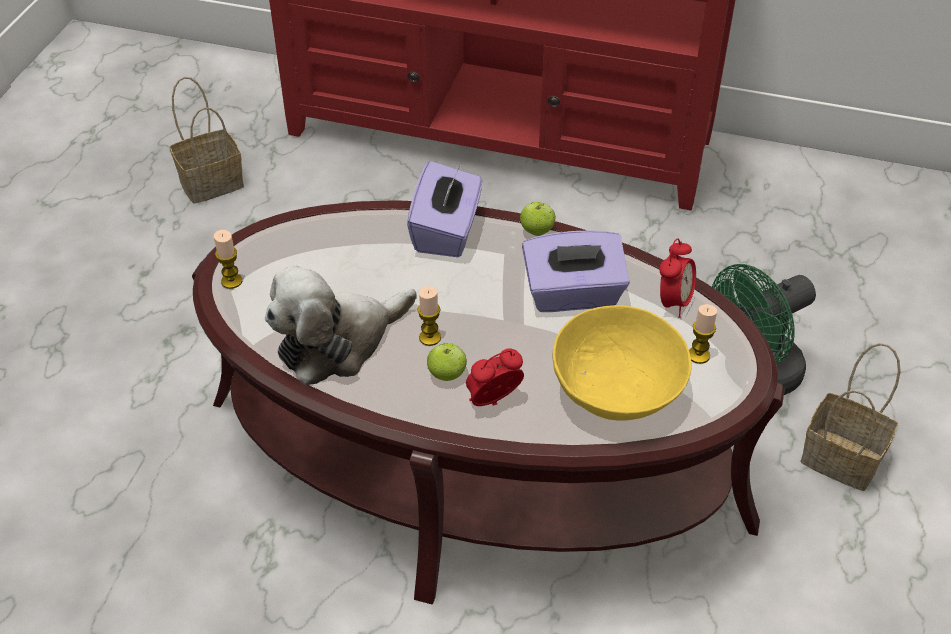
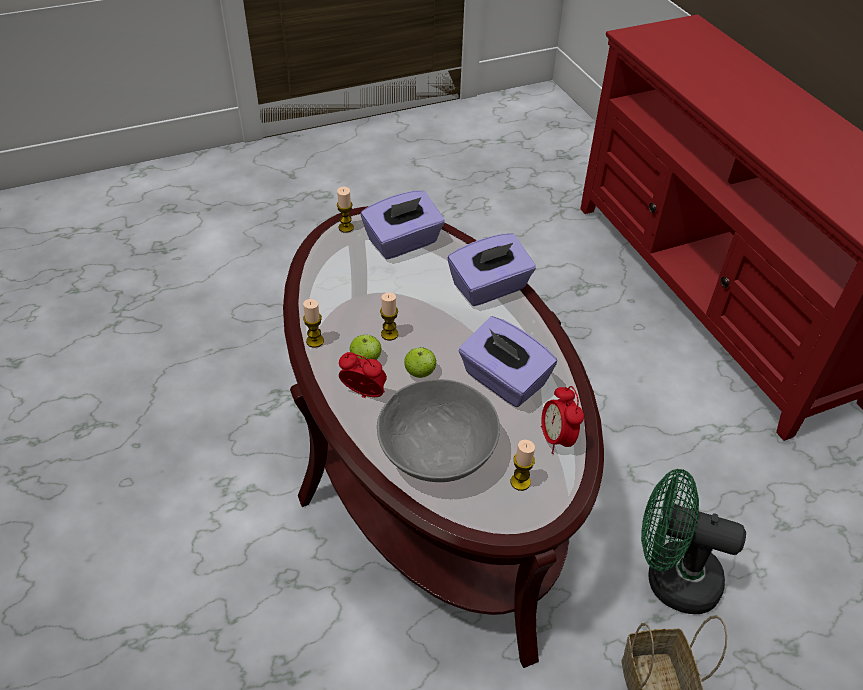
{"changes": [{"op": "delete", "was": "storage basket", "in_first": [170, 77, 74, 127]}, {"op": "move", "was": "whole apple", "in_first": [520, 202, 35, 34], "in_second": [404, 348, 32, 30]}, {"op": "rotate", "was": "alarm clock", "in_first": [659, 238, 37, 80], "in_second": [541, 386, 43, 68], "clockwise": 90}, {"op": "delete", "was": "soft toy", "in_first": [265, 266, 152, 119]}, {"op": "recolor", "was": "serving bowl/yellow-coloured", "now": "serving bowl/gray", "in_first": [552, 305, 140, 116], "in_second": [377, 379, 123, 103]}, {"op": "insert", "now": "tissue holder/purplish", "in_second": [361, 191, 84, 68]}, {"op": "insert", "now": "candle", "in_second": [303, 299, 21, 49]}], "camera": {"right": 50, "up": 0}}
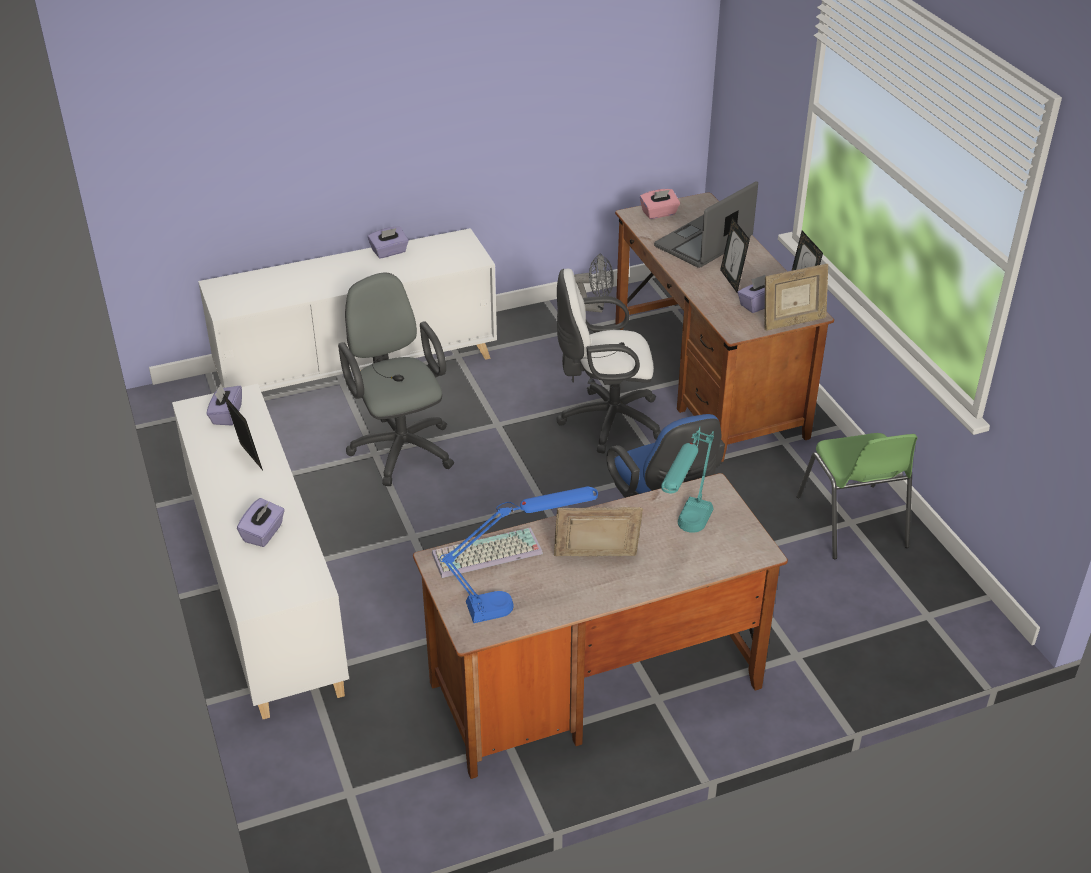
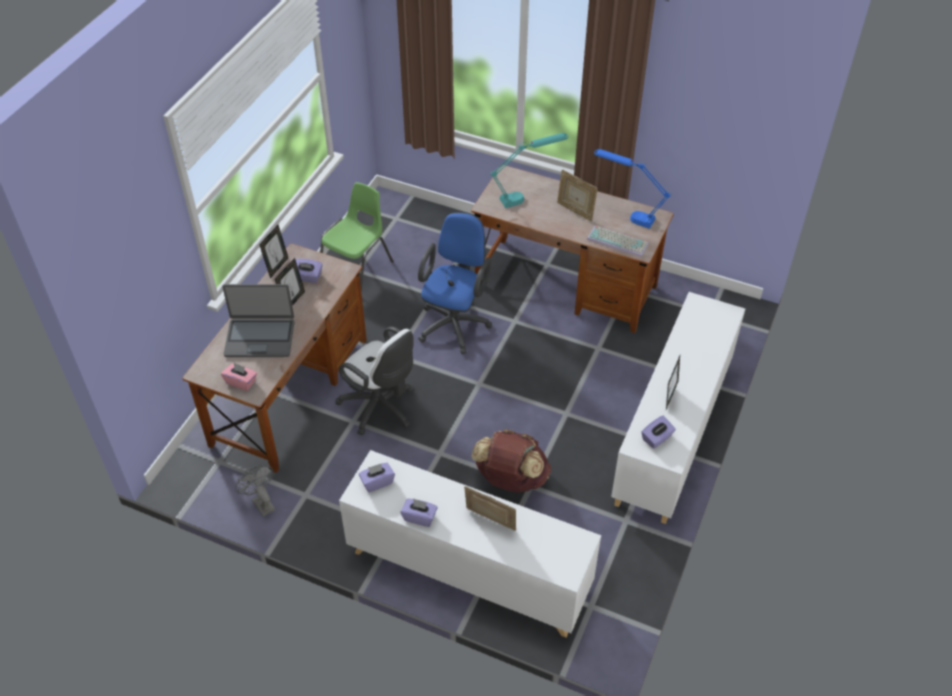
{"changes": [{"op": "move", "was": "standing frame", "in_first": [764, 264, 64, 67], "in_second": [464, 486, 52, 45]}, {"op": "replace", "was": "computer chair/gray", "now": "rucksack/brown", "in_first": [338, 273, 116, 213], "in_second": [471, 429, 80, 64]}, {"op": "move", "was": "tissue holder/purplish", "in_first": [237, 498, 48, 49], "in_second": [359, 463, 36, 29]}], "camera": {"right": -135, "up": 10}}
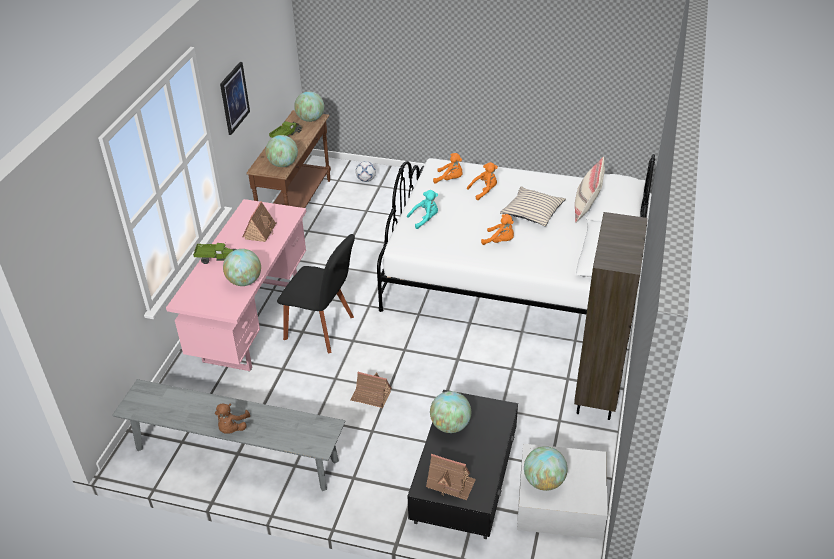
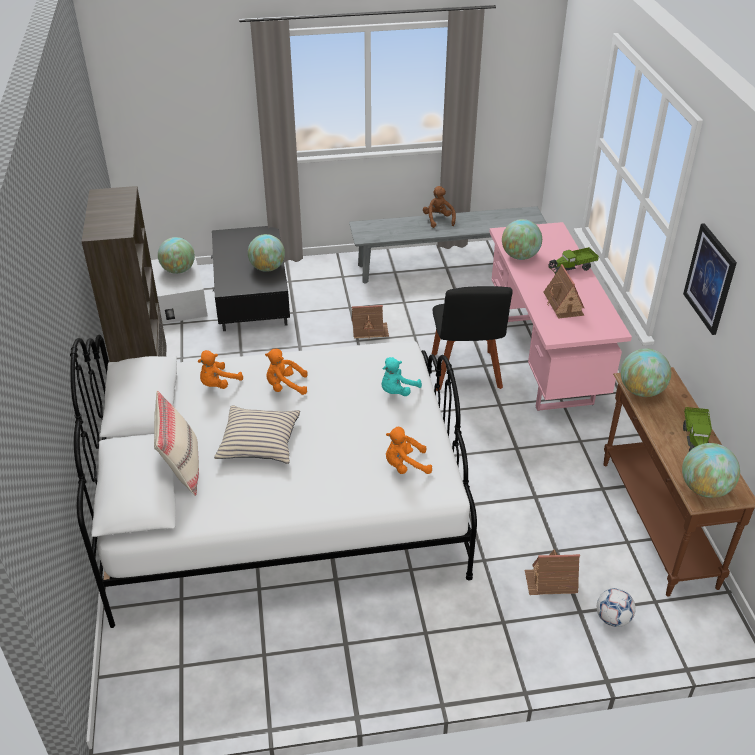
{"changes": [{"op": "move", "was": "soft toy/orange-coloured", "in_first": [467, 162, 31, 38], "in_second": [198, 350, 45, 39]}, {"op": "rotate", "was": "chair/black", "in_first": [277, 234, 78, 120], "in_second": [432, 286, 81, 105], "clockwise": -90}, {"op": "move", "was": "miniature house", "in_first": [426, 454, 50, 46], "in_second": [525, 549, 55, 46]}], "camera": {"right": 155, "up": 0}}
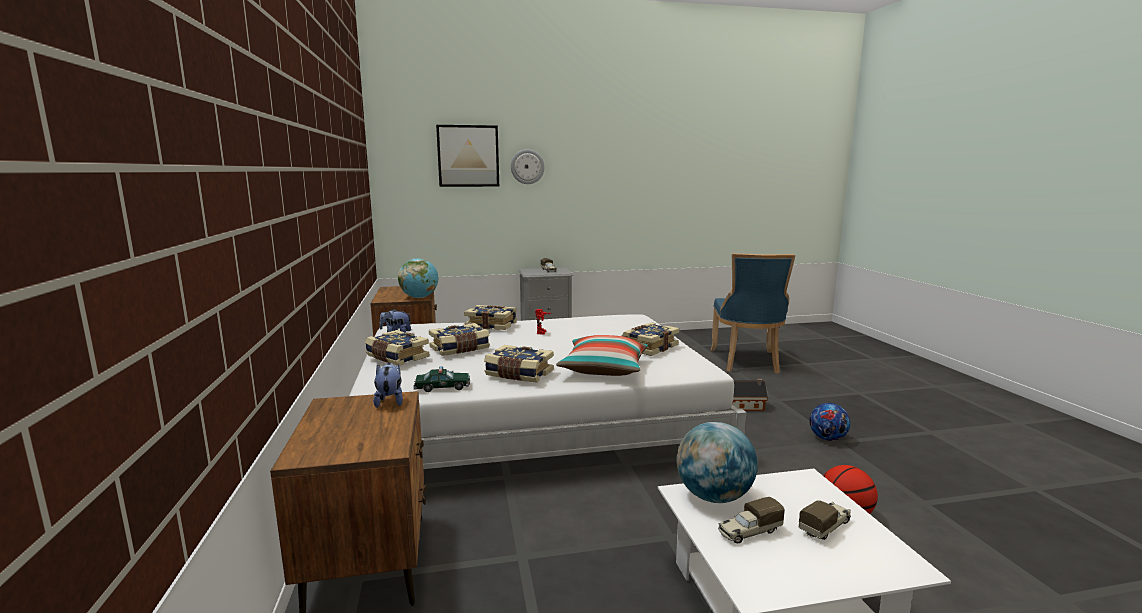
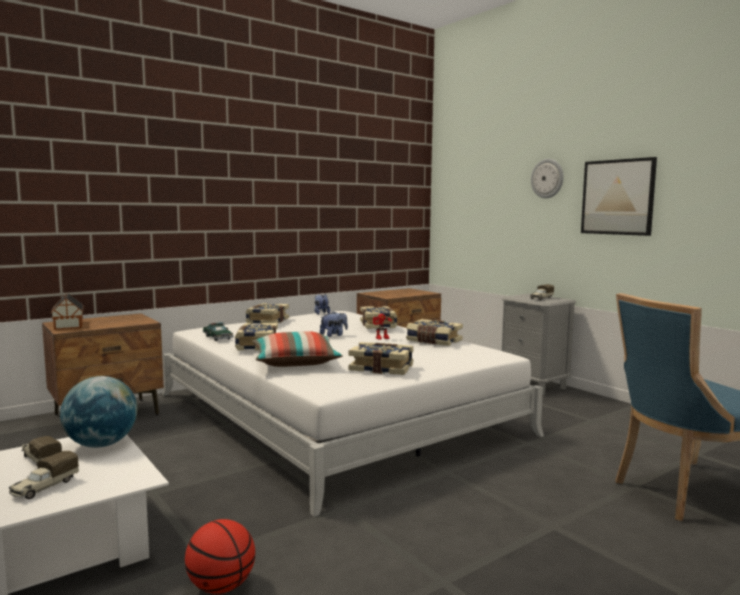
{"changes": [{"op": "move", "was": "picture", "in_first": [436, 125, 63, 62], "in_second": [581, 157, 76, 79]}, {"op": "delete", "was": "world globe", "in_first": [398, 258, 40, 40]}, {"op": "move", "was": "book", "in_first": [429, 323, 61, 33], "in_second": [406, 319, 57, 27]}, {"op": "move", "was": "soft toy", "in_first": [373, 362, 30, 46], "in_second": [320, 311, 28, 26]}, {"op": "move", "was": "miniature house", "in_first": [733, 379, 35, 32], "in_second": [50, 294, 34, 36]}, {"op": "delete", "was": "ball for football", "in_first": [809, 403, 41, 38]}, {"op": "rotate", "was": "toy truck", "in_first": [798, 501, 53, 39], "in_second": [9, 451, 70, 48], "clockwise": 90}], "camera": {"right": 65, "up": -5}}
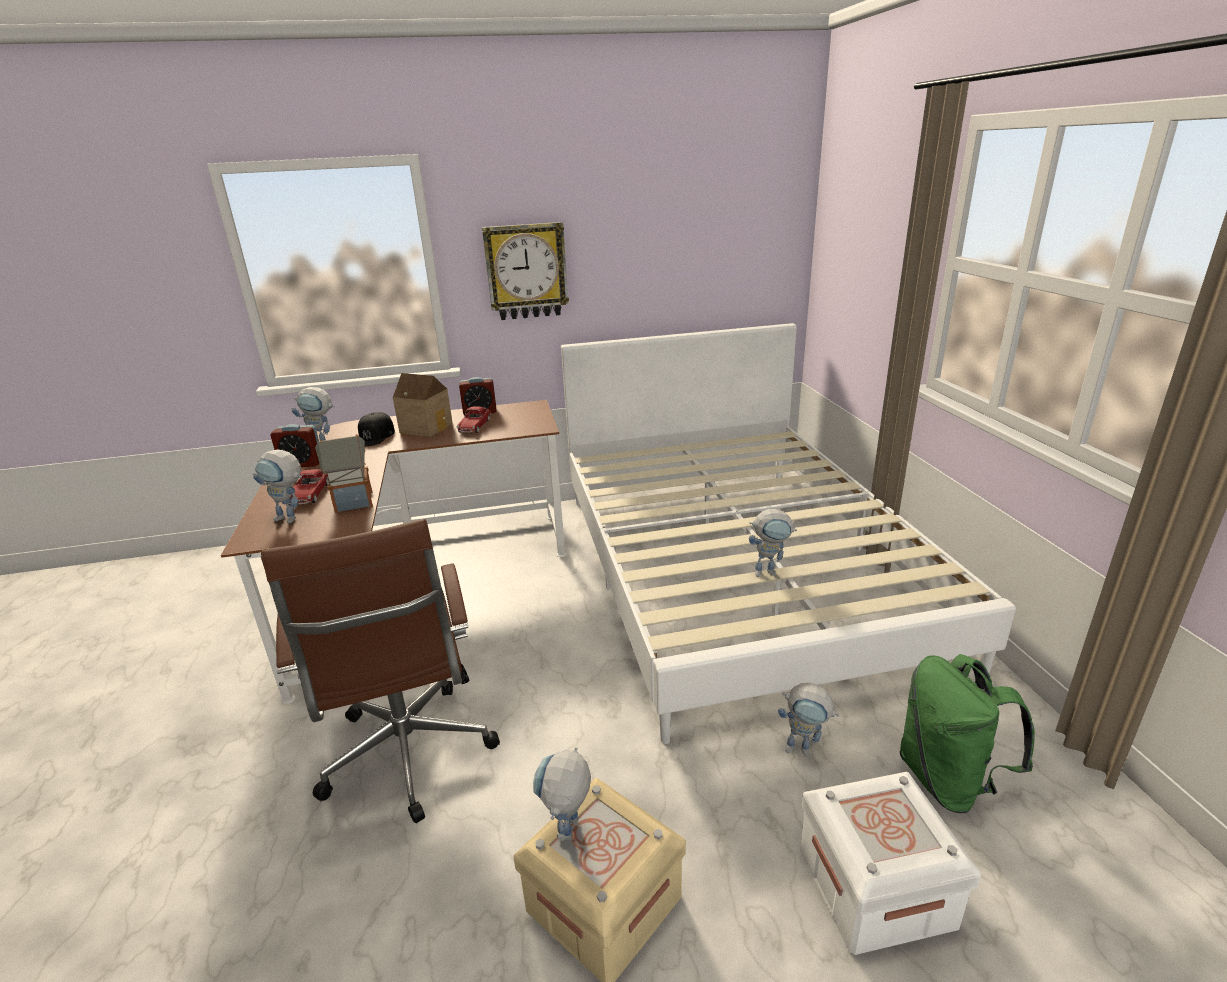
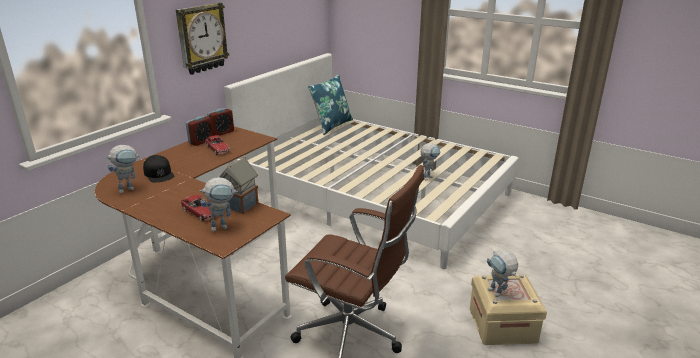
{"changes": [{"op": "delete", "was": "miniature house", "in_first": [393, 373, 60, 64]}, {"op": "move", "was": "alarm clock", "in_first": [270, 424, 49, 43], "in_second": [207, 108, 27, 28]}, {"op": "delete", "was": "rucksack/green", "in_first": [900, 654, 135, 159]}, {"op": "delete", "was": "robot figure", "in_first": [778, 683, 61, 74]}, {"op": "delete", "was": "storage box/white-coloured", "in_first": [800, 772, 181, 183]}, {"op": "insert", "now": "pillow/blue-coloured", "in_second": [308, 74, 45, 61]}], "camera": {"right": -45, "up": 0}}
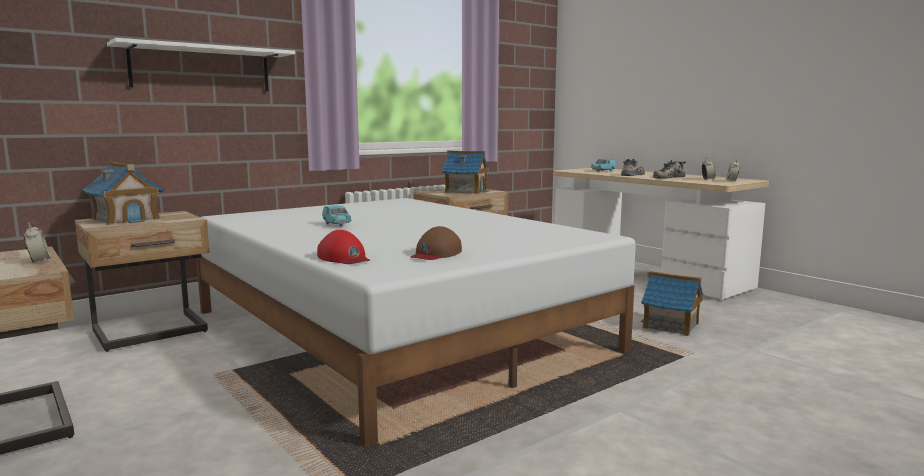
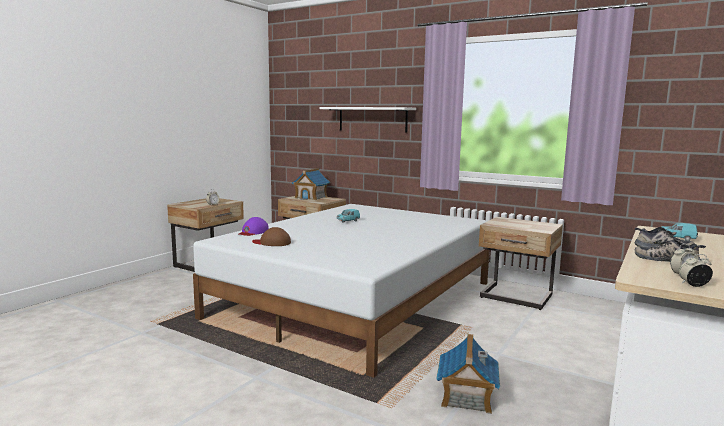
{"changes": [{"op": "delete", "was": "miniature house", "in_first": [442, 150, 47, 44]}, {"op": "recolor", "was": "cap/reddish", "now": "cap/purplish", "in_first": [317, 230, 53, 34], "in_second": [239, 217, 30, 19]}], "camera": {"right": 70, "up": 0}}
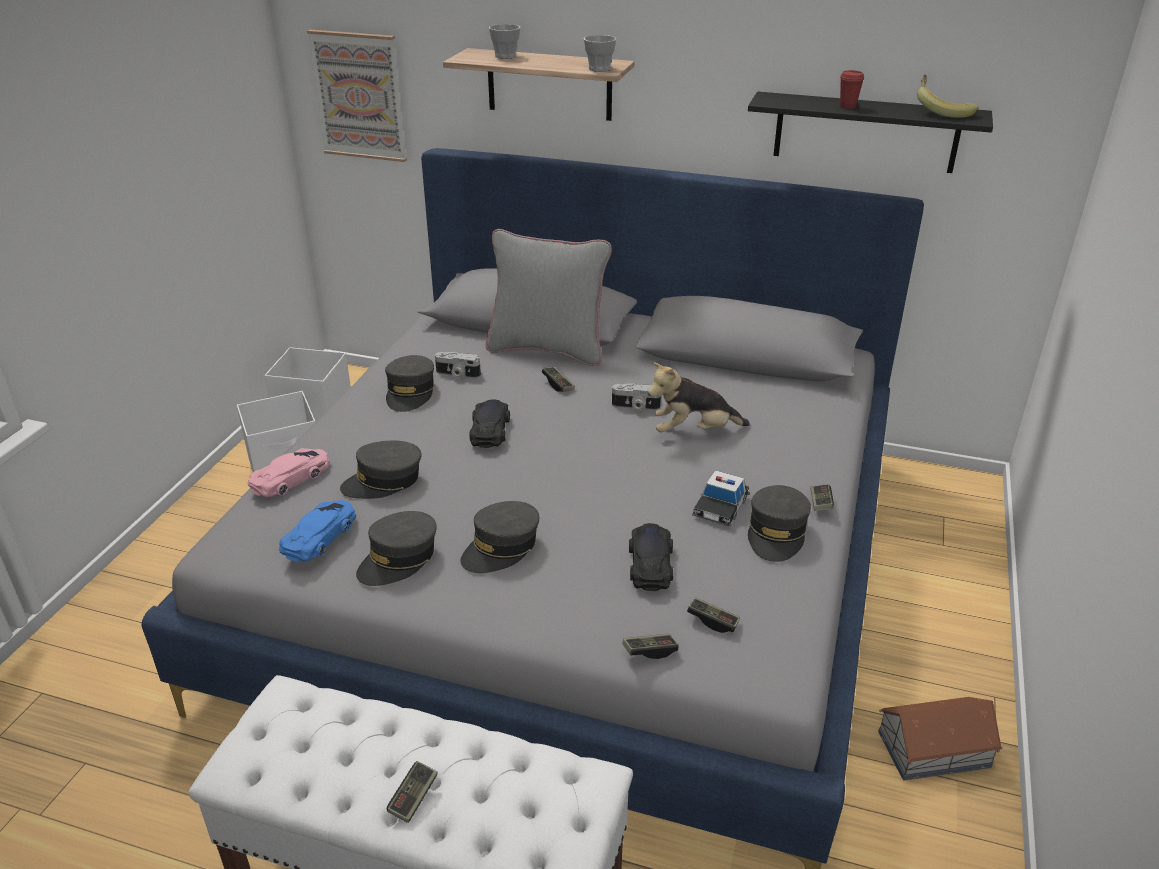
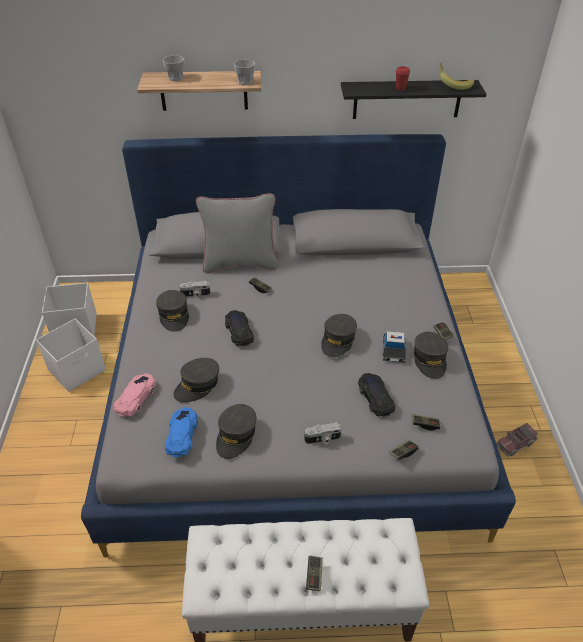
{"changes": [{"op": "delete", "was": "picture", "in_first": [307, 30, 100, 132]}, {"op": "delete", "was": "soft toy", "in_first": [647, 362, 103, 70]}, {"op": "move", "was": "still camera", "in_first": [612, 383, 49, 28], "in_second": [304, 422, 37, 23]}, {"op": "move", "was": "cap/gray", "in_first": [461, 501, 78, 72], "in_second": [321, 314, 36, 43]}, {"op": "replace", "was": "miniature house", "now": "toy truck", "in_first": [878, 697, 125, 83], "in_second": [496, 423, 42, 34]}], "camera": {"right": -20, "up": 10}}
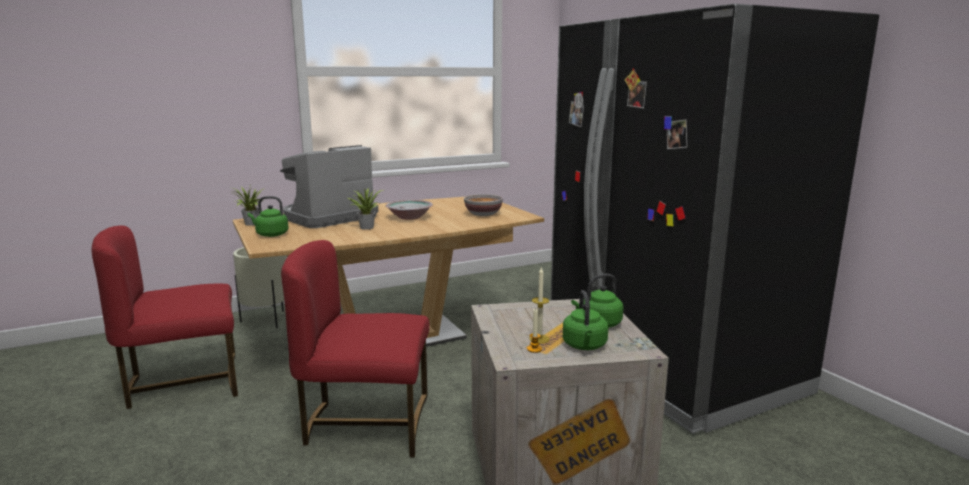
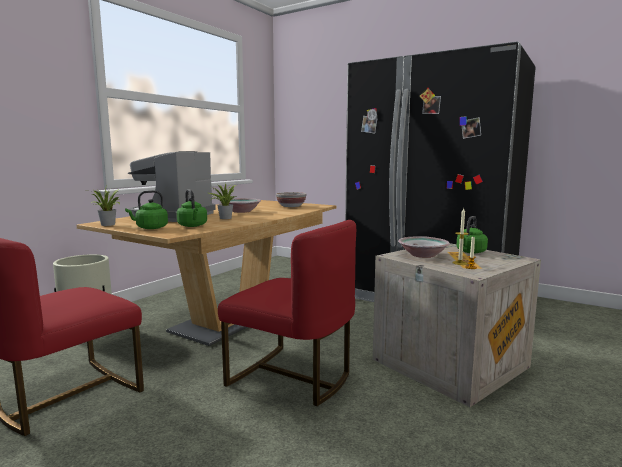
{"changes": [{"op": "rotate", "was": "chair/reddish", "in_first": [281, 240, 149, 217], "in_second": [218, 220, 138, 186], "clockwise": -120}, {"op": "move", "was": "tea kettle/green", "in_first": [563, 290, 45, 60], "in_second": [177, 189, 30, 38]}, {"op": "insert", "now": "serving bowl", "in_second": [398, 236, 52, 22]}], "camera": {"right": -30, "up": -5}}
